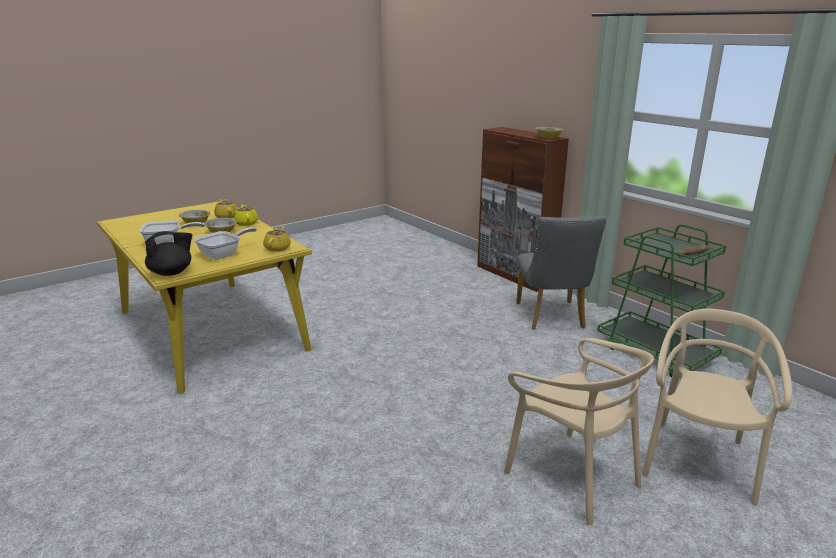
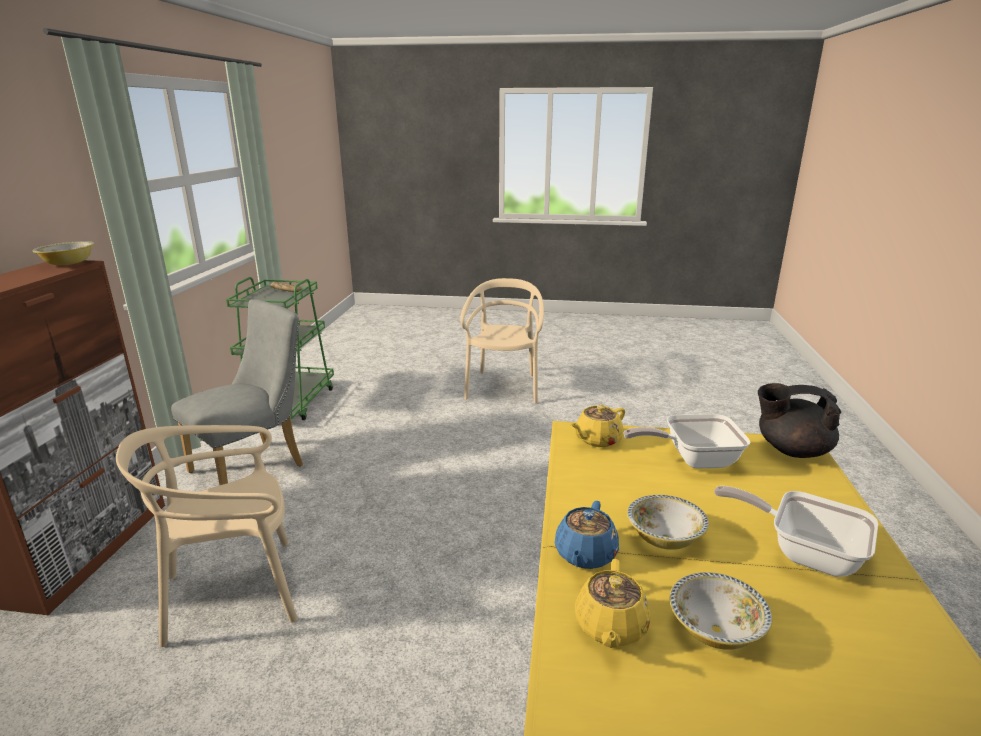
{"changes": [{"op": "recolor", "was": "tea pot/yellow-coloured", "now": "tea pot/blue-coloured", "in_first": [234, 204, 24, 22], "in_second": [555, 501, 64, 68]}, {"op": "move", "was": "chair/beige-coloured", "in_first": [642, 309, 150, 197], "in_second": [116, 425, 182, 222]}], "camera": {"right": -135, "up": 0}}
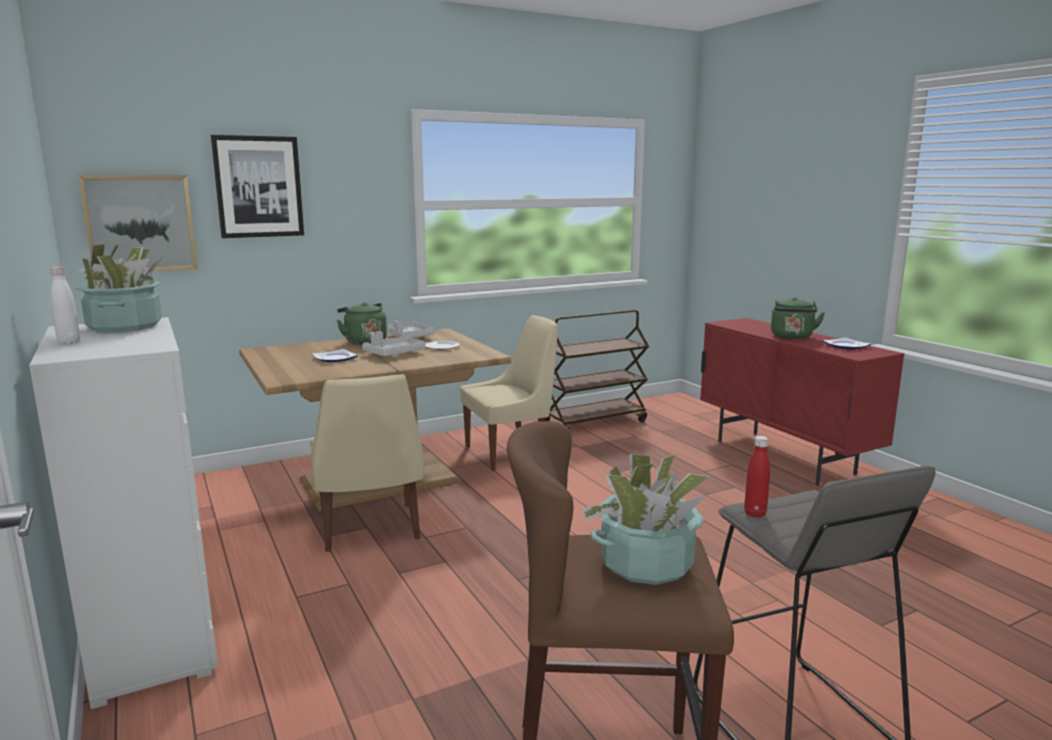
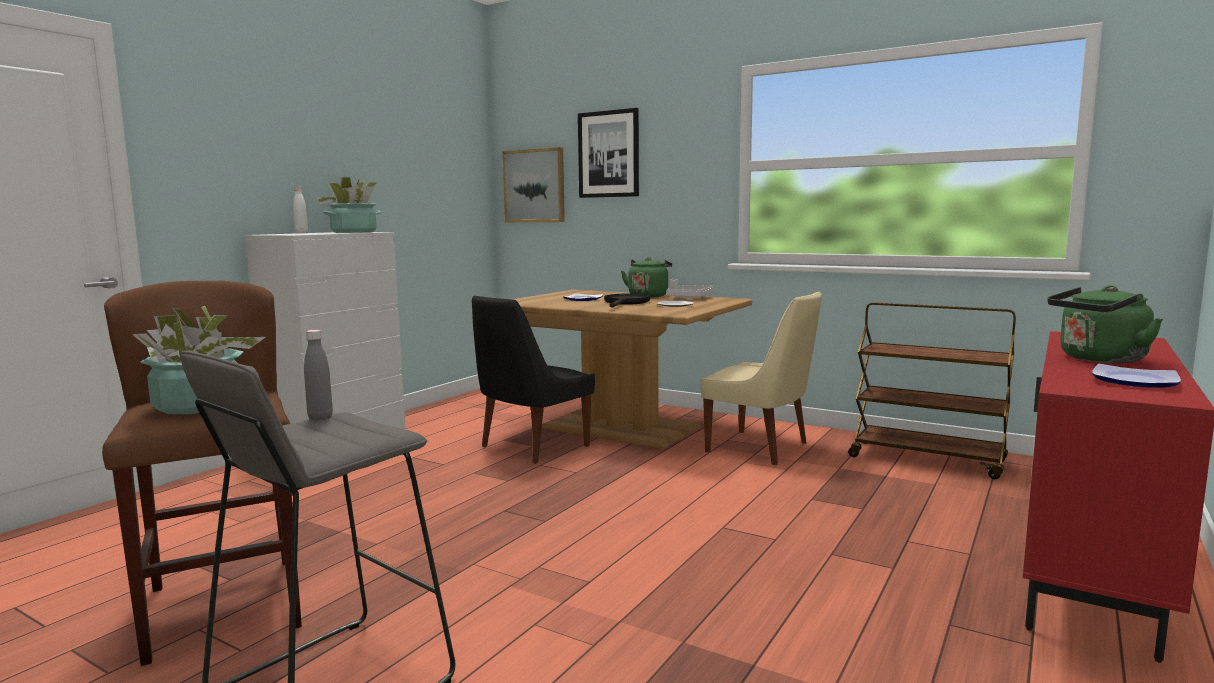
{"changes": [{"op": "replace", "was": "tray/gray", "now": "frying pan/black", "in_first": [362, 331, 64, 25], "in_second": [604, 294, 46, 14]}, {"op": "recolor", "was": "chair/beige-coloured", "now": "chair/black", "in_first": [310, 374, 114, 178], "in_second": [472, 296, 123, 168]}, {"op": "recolor", "was": "drink bottle/reddish", "now": "drink bottle/gray", "in_first": [744, 436, 26, 82], "in_second": [304, 330, 29, 91]}], "camera": {"right": 60, "up": -5}}
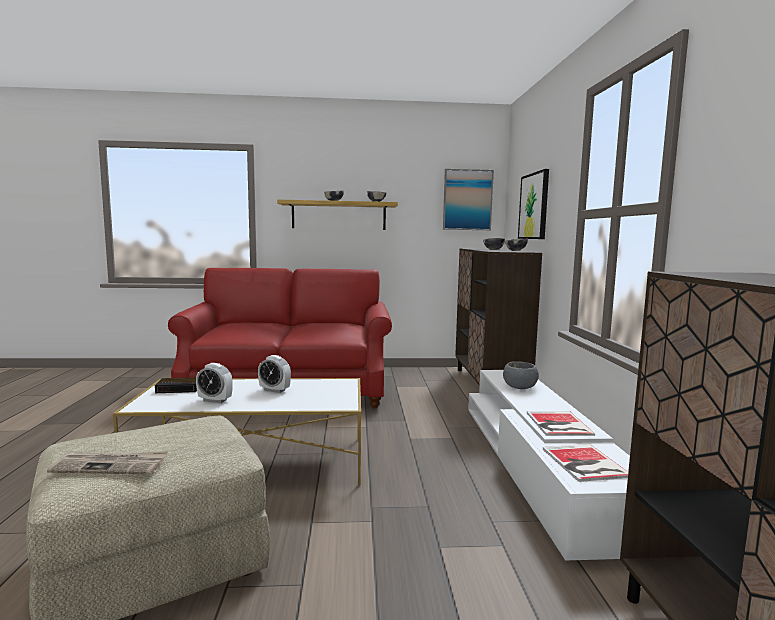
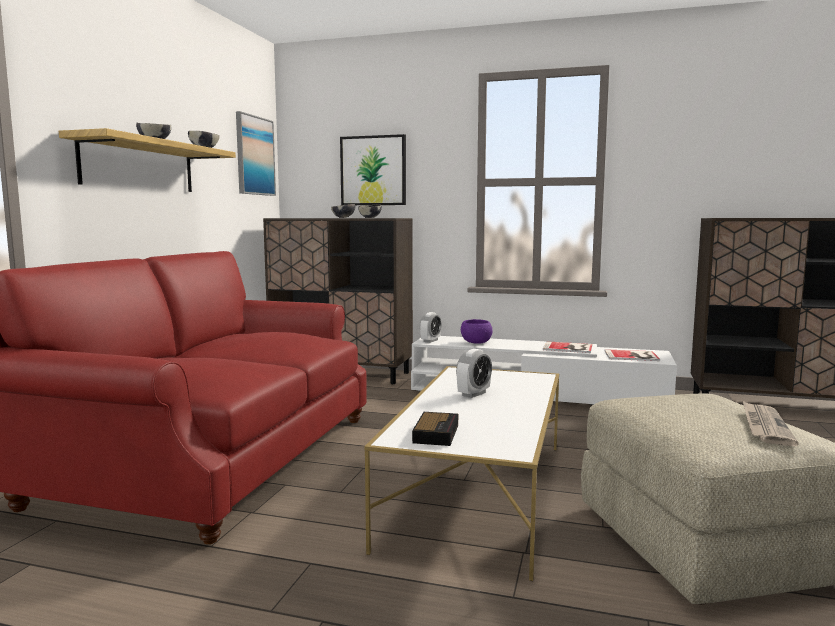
{"changes": [{"op": "recolor", "was": "serving bowl/gray", "now": "serving bowl/purplish", "in_first": [503, 361, 36, 28], "in_second": [461, 319, 32, 25]}, {"op": "move", "was": "alarm clock", "in_first": [196, 363, 37, 40], "in_second": [420, 312, 22, 31]}], "camera": {"right": -70, "up": 0}}
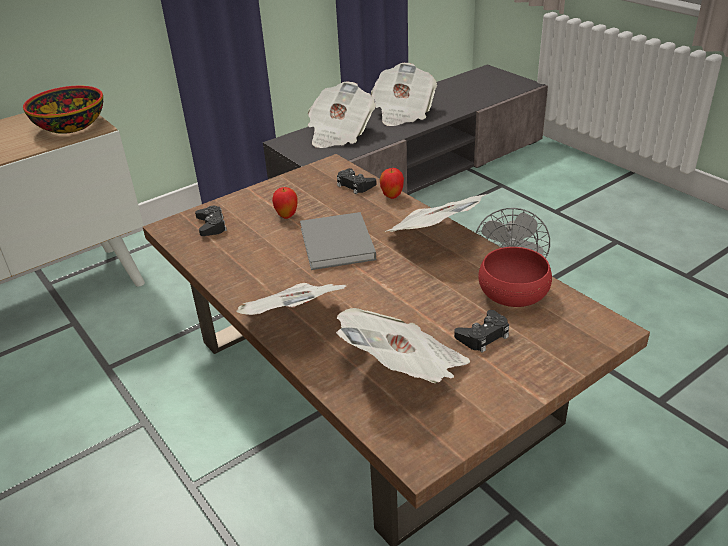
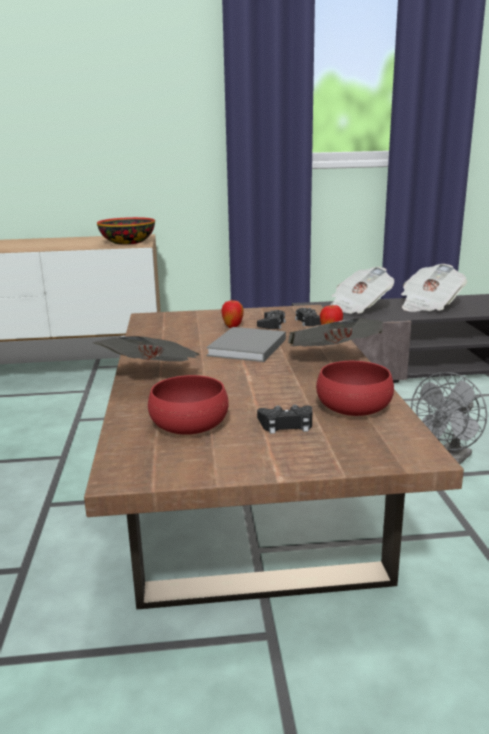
{"changes": [{"op": "move", "was": "joypad/black", "in_first": [195, 206, 32, 30], "in_second": [257, 310, 29, 19]}, {"op": "replace", "was": "daily paper", "now": "serving bowl/reddish", "in_first": [336, 308, 134, 75], "in_second": [148, 375, 81, 60]}], "camera": {"right": 30, "up": -15}}
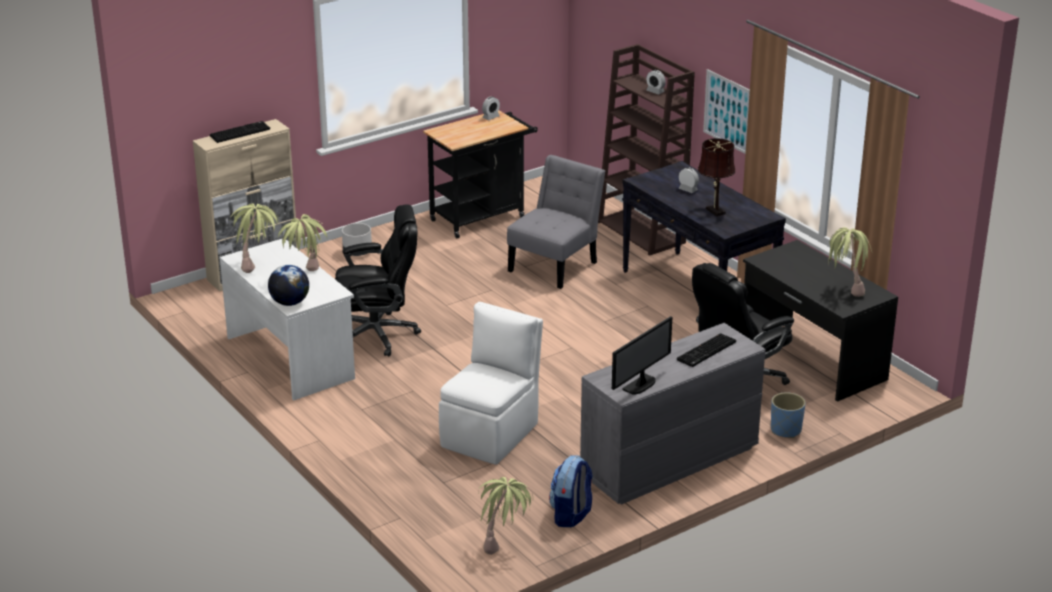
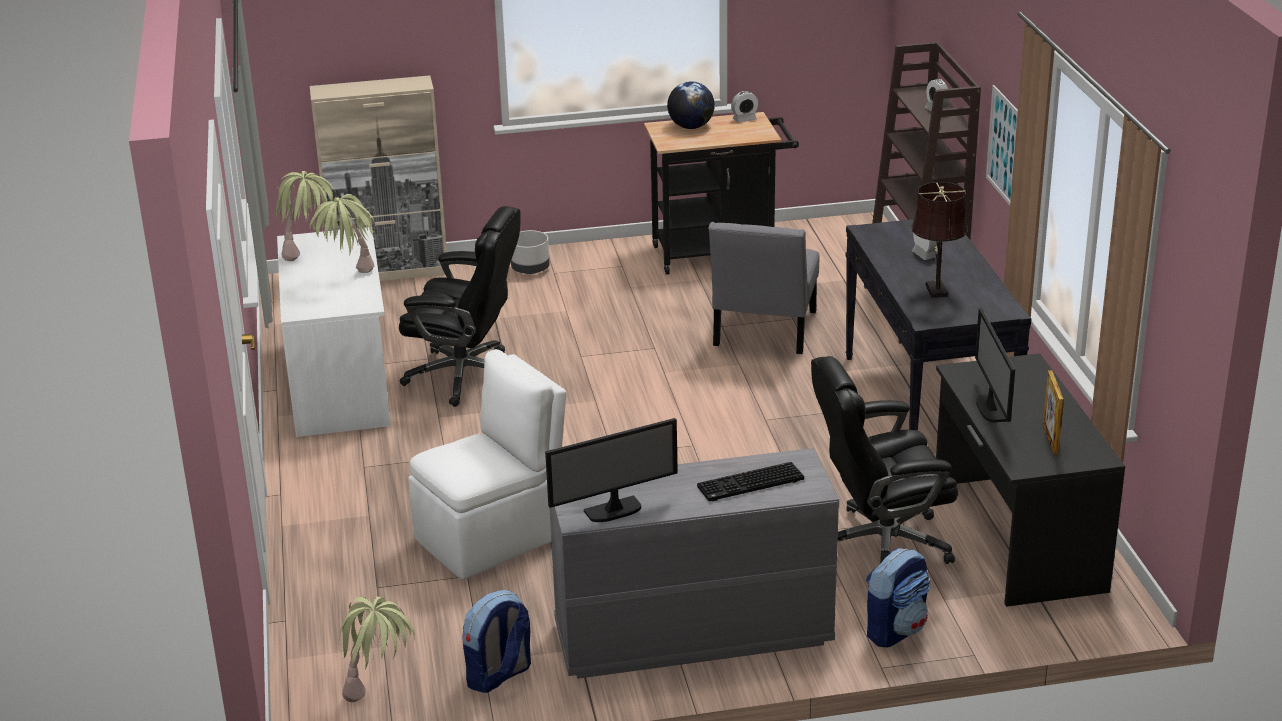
{"changes": [{"op": "delete", "was": "computer keyboard", "in_first": [210, 121, 60, 22]}, {"op": "rotate", "was": "chair/gray", "in_first": [507, 155, 98, 134], "in_second": [709, 222, 110, 132], "clockwise": 135}, {"op": "replace", "was": "houseplant", "now": "standing frame", "in_first": [828, 227, 44, 70], "in_second": [1043, 370, 21, 84]}, {"op": "move", "was": "world globe", "in_first": [268, 265, 41, 41], "in_second": [667, 81, 48, 48]}, {"op": "replace", "was": "flower pot/blue-coloured", "now": "rucksack", "in_first": [771, 392, 35, 46], "in_second": [866, 548, 64, 99]}, {"op": "insert", "now": "computer screen", "in_second": [975, 308, 40, 114]}], "camera": {"right": 25, "up": 0}}
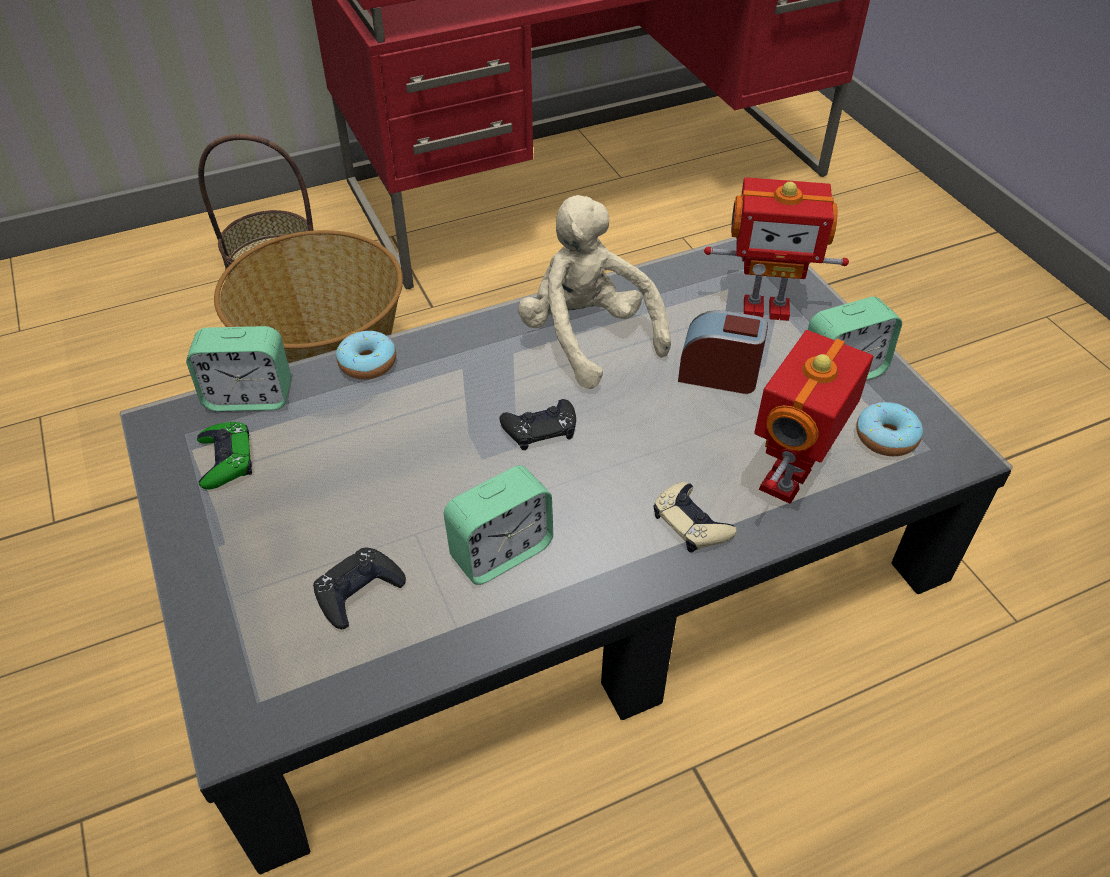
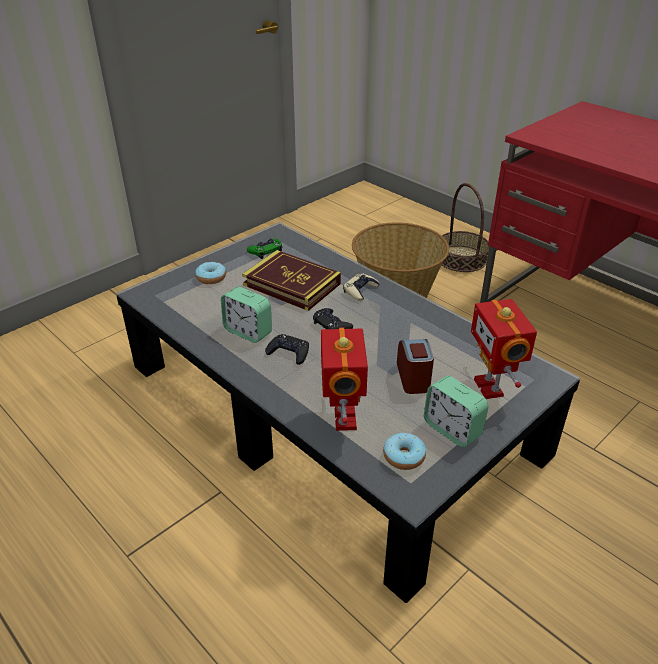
{"changes": [{"op": "delete", "was": "soft toy/beige-coloured", "in_first": [518, 195, 153, 194]}, {"op": "delete", "was": "alarm clock", "in_first": [186, 326, 105, 86]}, {"op": "rotate", "was": "robot figure", "in_first": [754, 330, 119, 174], "in_second": [321, 327, 47, 104], "clockwise": 75}, {"op": "move", "was": "donut", "in_first": [336, 331, 60, 49], "in_second": [195, 262, 31, 22]}, {"op": "move", "was": "joypad/beige-coloured", "in_first": [654, 482, 82, 71], "in_second": [343, 273, 37, 28]}, {"op": "move", "was": "joypad/black", "in_first": [313, 547, 93, 82], "in_second": [265, 334, 44, 31]}, {"op": "insert", "now": "book", "in_second": [242, 250, 99, 61]}], "camera": {"right": 70, "up": -10}}
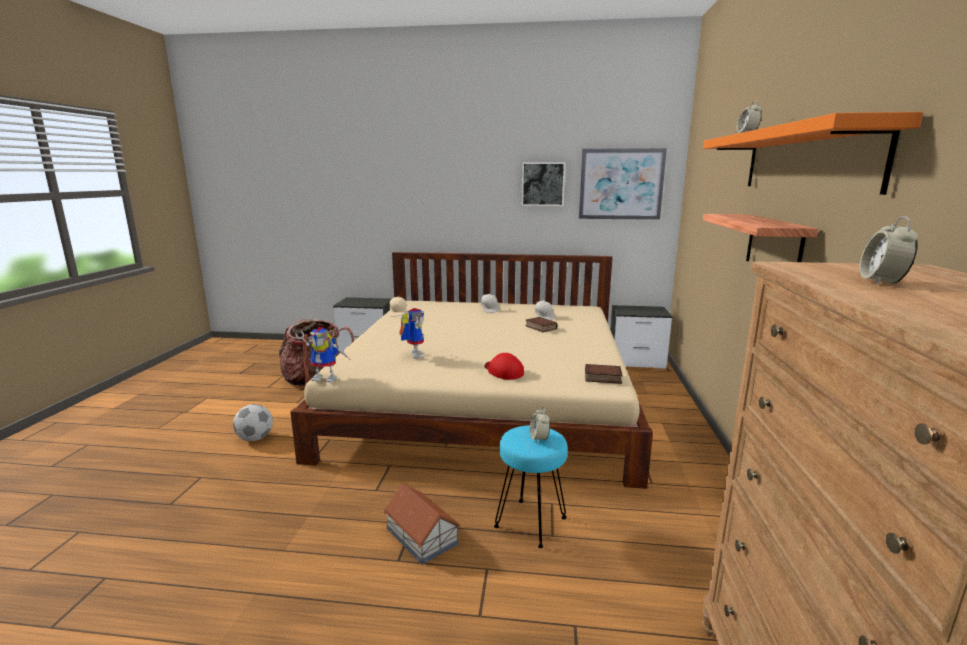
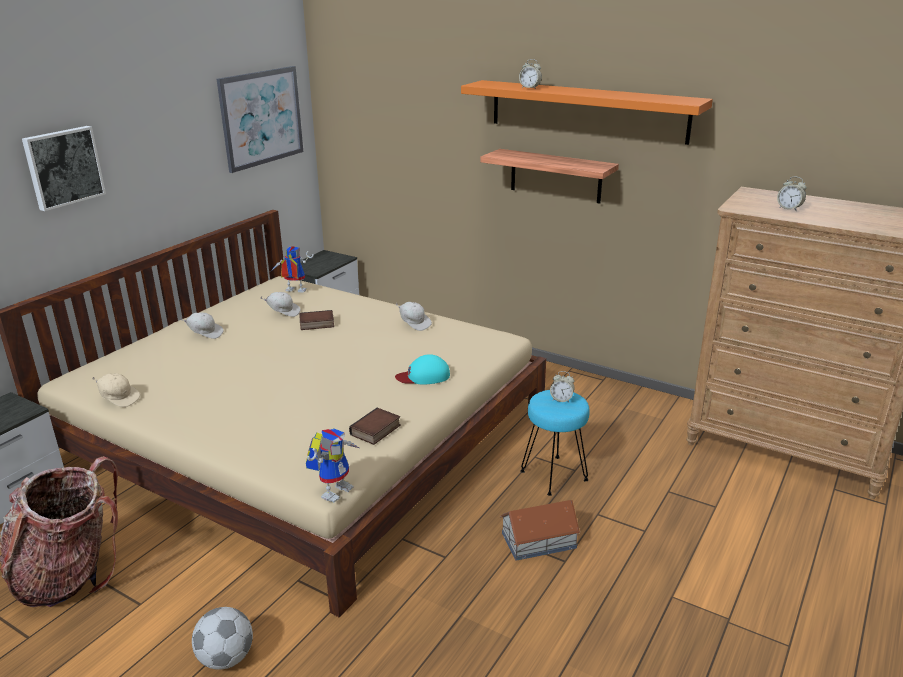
{"changes": [{"op": "move", "was": "picture", "in_first": [522, 162, 43, 44], "in_second": [22, 126, 84, 85]}, {"op": "move", "was": "robot figure", "in_first": [399, 308, 25, 51], "in_second": [271, 246, 43, 47]}, {"op": "recolor", "was": "cap/reddish", "now": "cap/turquoise-coloured", "in_first": [484, 353, 40, 27], "in_second": [395, 354, 55, 31]}, {"op": "move", "was": "book", "in_first": [585, 364, 38, 20], "in_second": [349, 408, 52, 37]}, {"op": "insert", "now": "cap/white-coloured", "in_second": [396, 302, 36, 29]}], "camera": {"right": -65, "up": 10}}
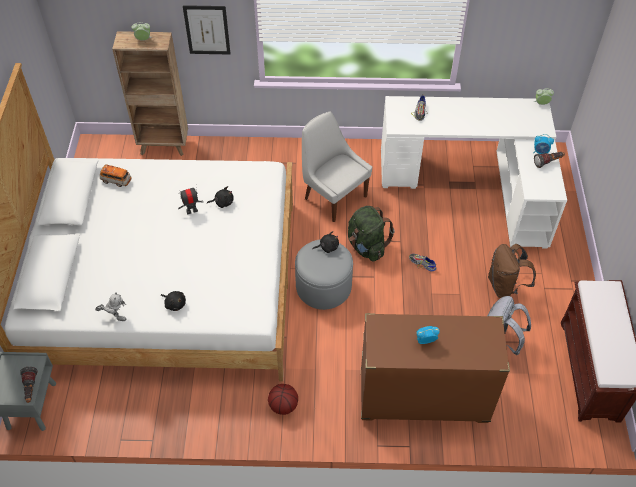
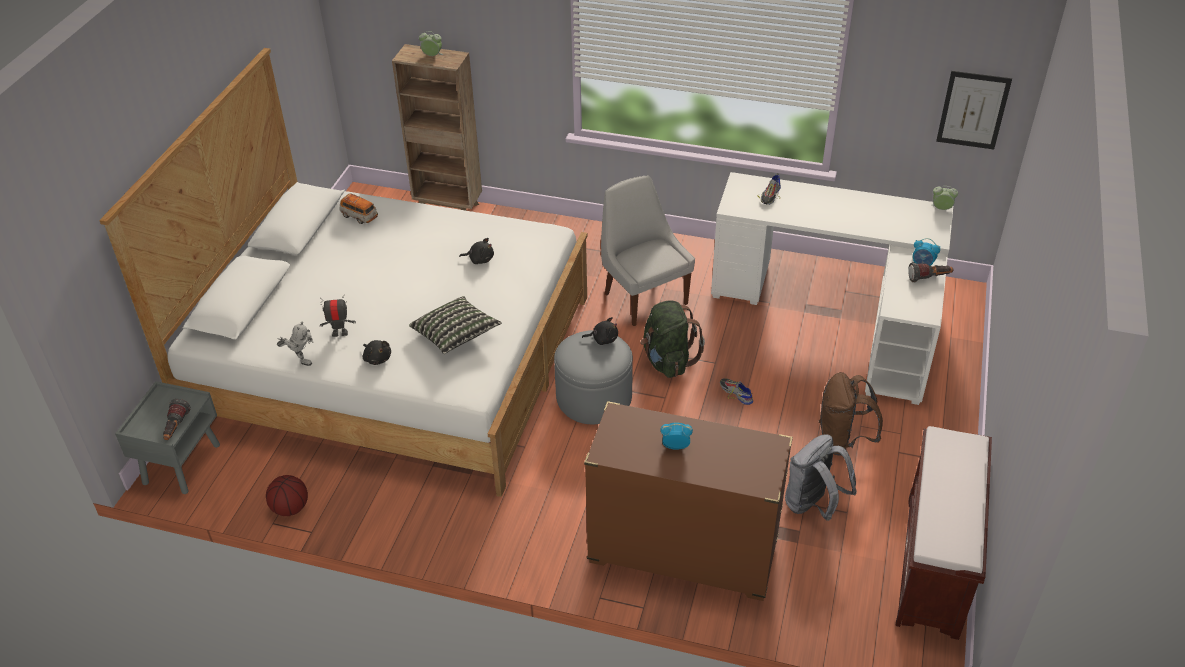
{"changes": [{"op": "move", "was": "picture", "in_first": [183, 5, 48, 50], "in_second": [936, 71, 76, 78]}, {"op": "move", "was": "robot figure", "in_first": [178, 186, 26, 28], "in_second": [320, 294, 36, 43]}, {"op": "move", "was": "ball for basketball", "in_first": [268, 384, 30, 31], "in_second": [266, 475, 42, 41]}, {"op": "insert", "now": "pillow", "in_second": [409, 296, 93, 58]}], "camera": {"right": 15, "up": -10}}
